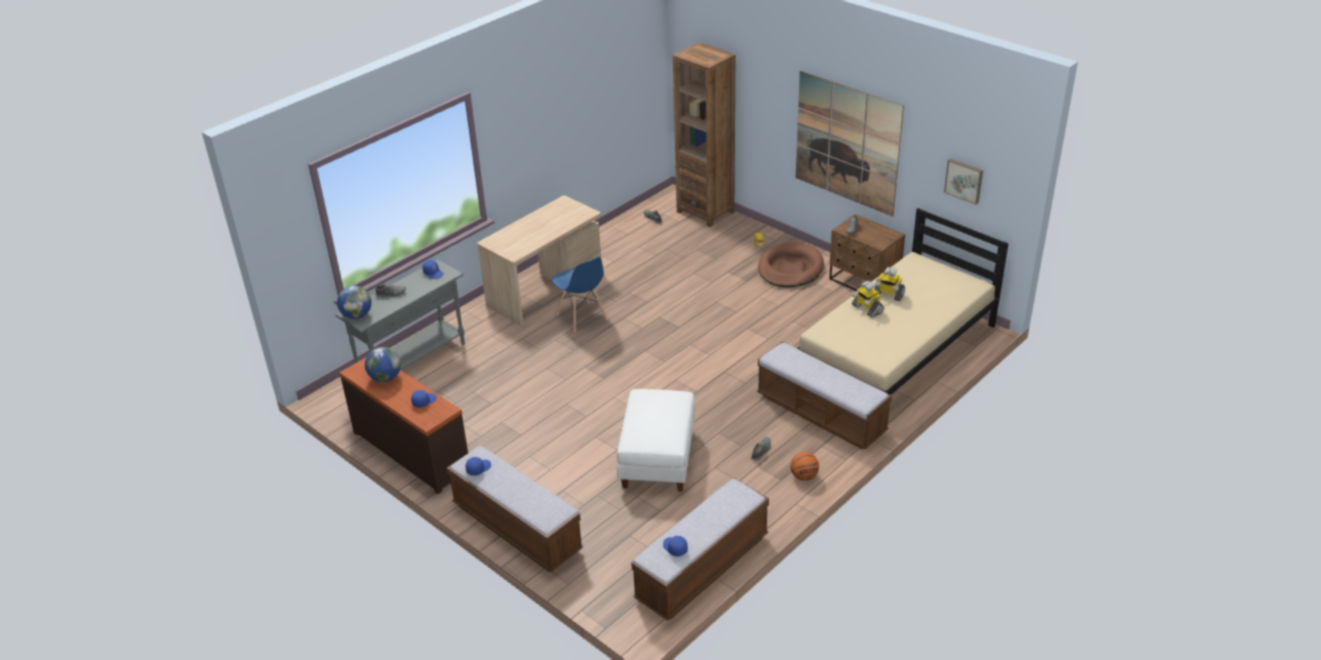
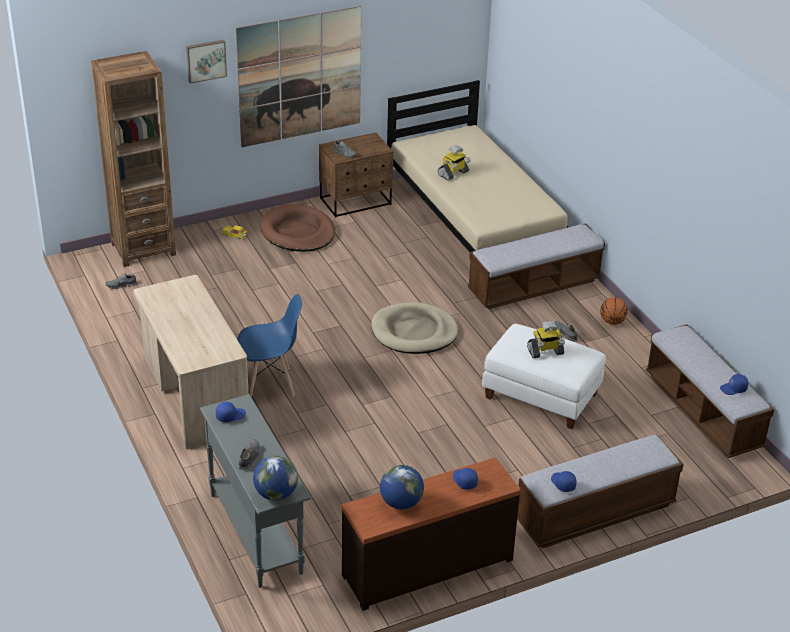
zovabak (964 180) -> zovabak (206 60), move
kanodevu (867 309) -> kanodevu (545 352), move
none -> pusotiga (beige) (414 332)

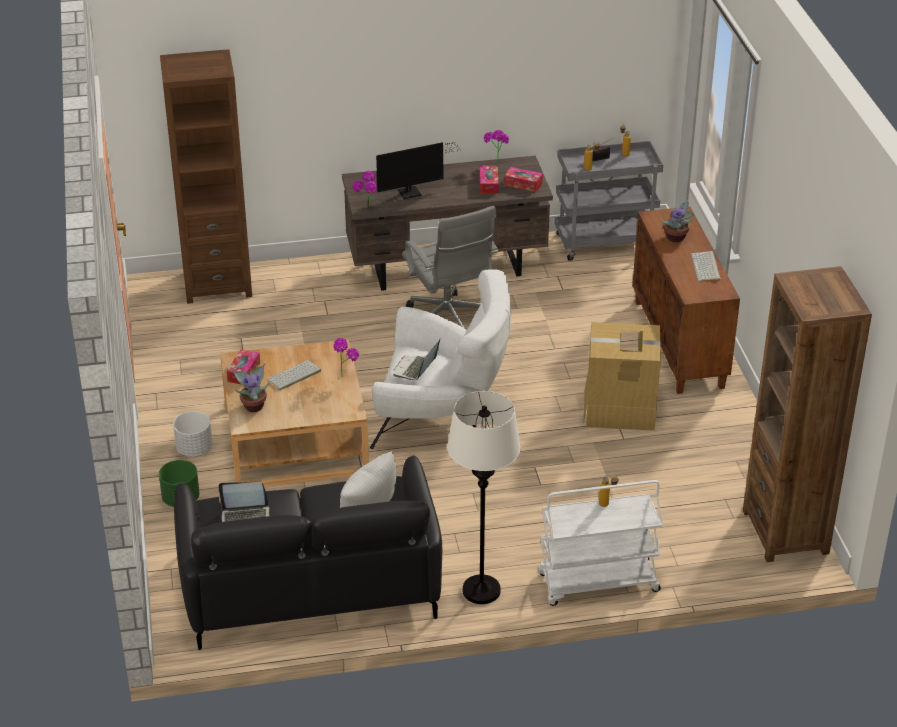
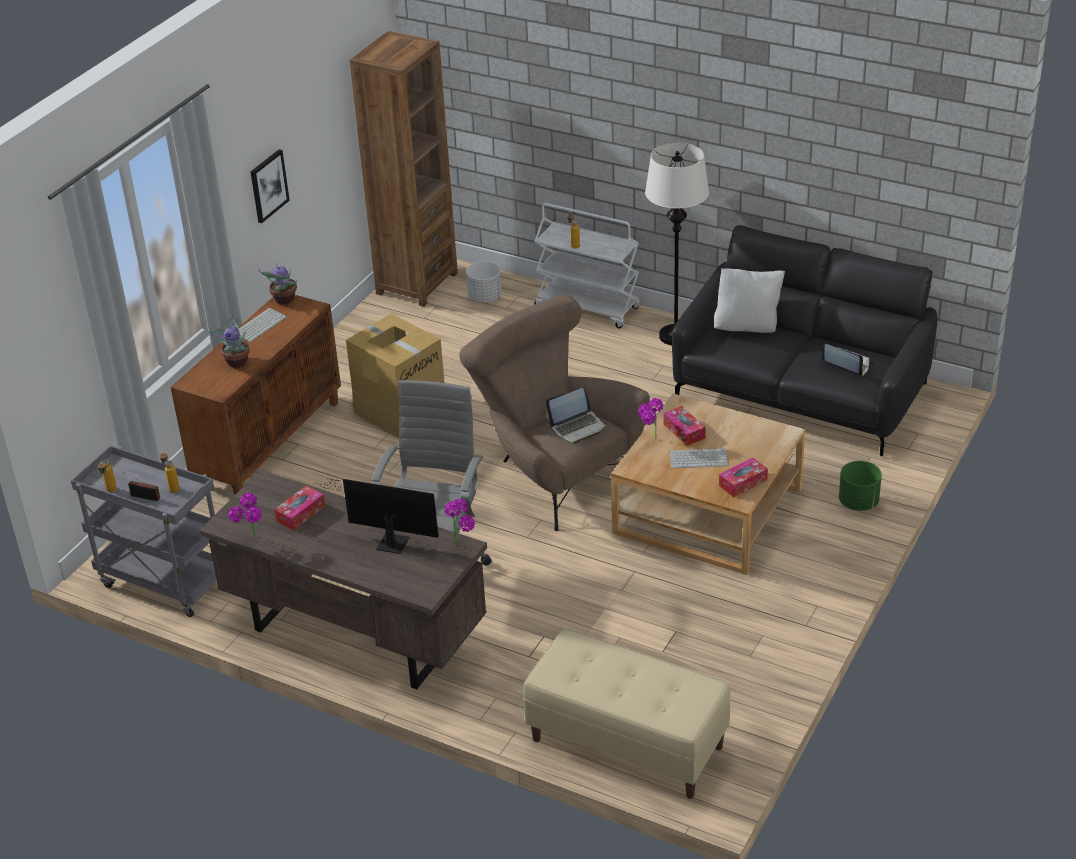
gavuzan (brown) (217 284) -> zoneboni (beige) (626 743)
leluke (523 184) -> leluke (684 431), move
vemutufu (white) (443 417) -> vemutufu (brown) (555 471)
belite (254 405) -> belite (283 300), move
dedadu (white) (194 449) -> dedadu (white) (485 297), move
none -> zovabak (268 185)

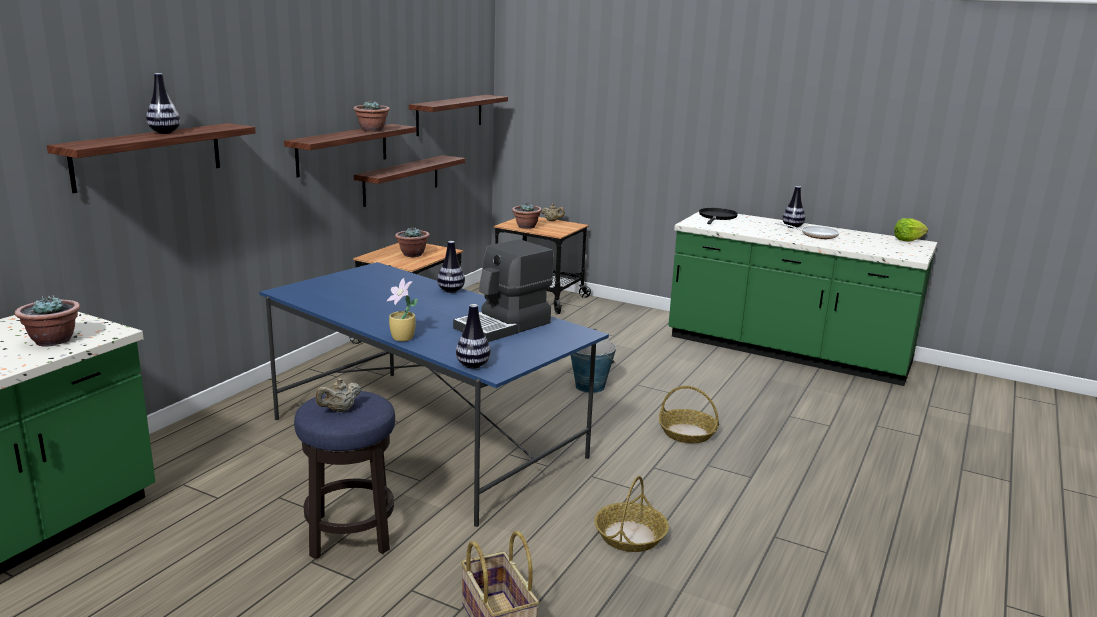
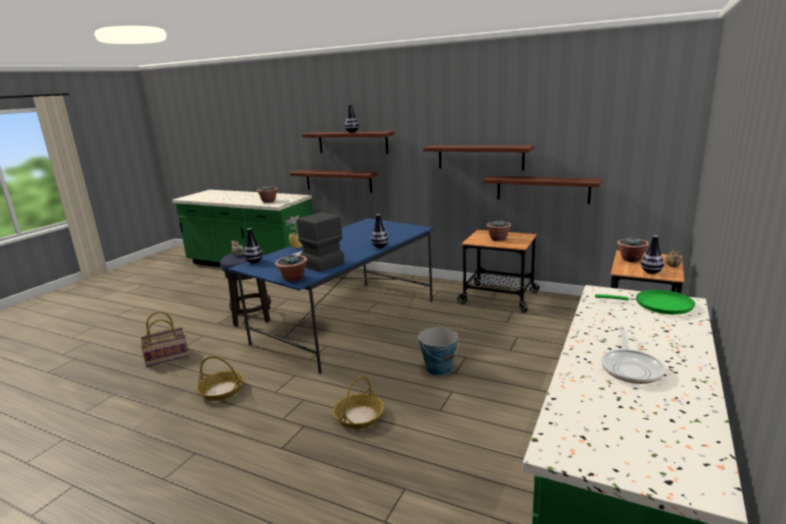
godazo (450 114) -> godazo (338 181), move
belite (372 130) -> belite (293 279), move
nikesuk (792 227) -> nikesuk (651 272), move
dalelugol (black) (717 217) -> dalelugol (green) (658 305)
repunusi (908 240) -> none

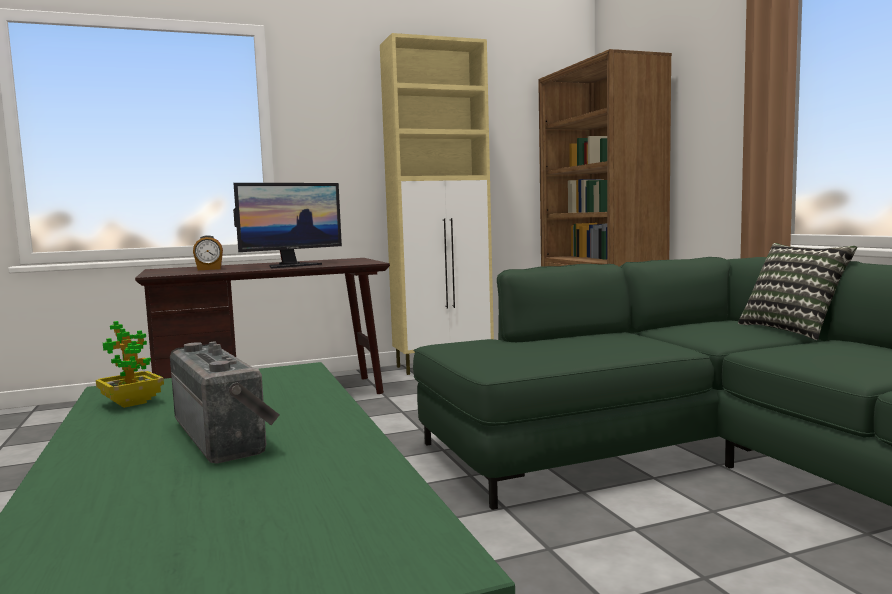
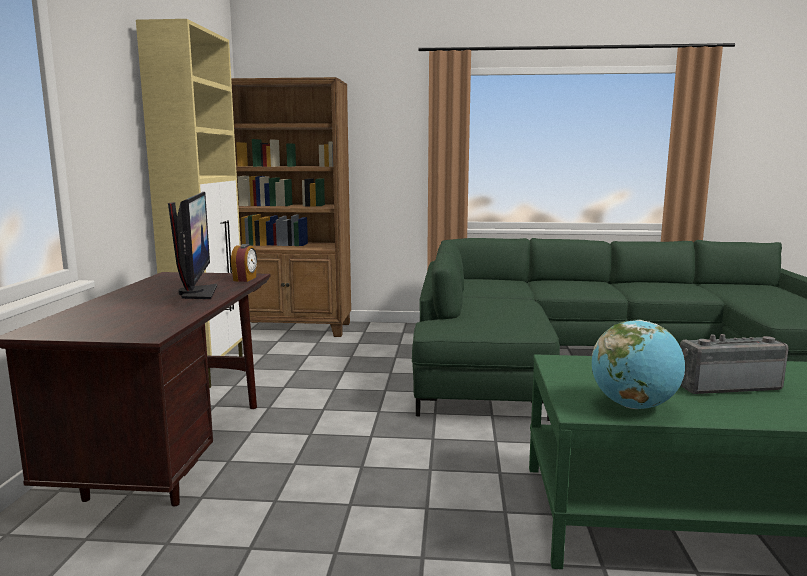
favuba (209 269) -> favuba (245 279), move
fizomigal (793 330) -> none
belite (131 403) -> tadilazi (634 406)

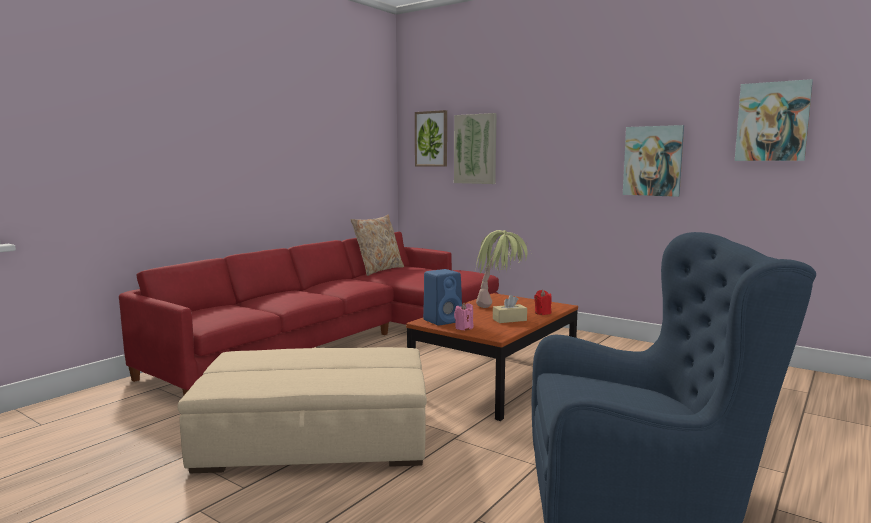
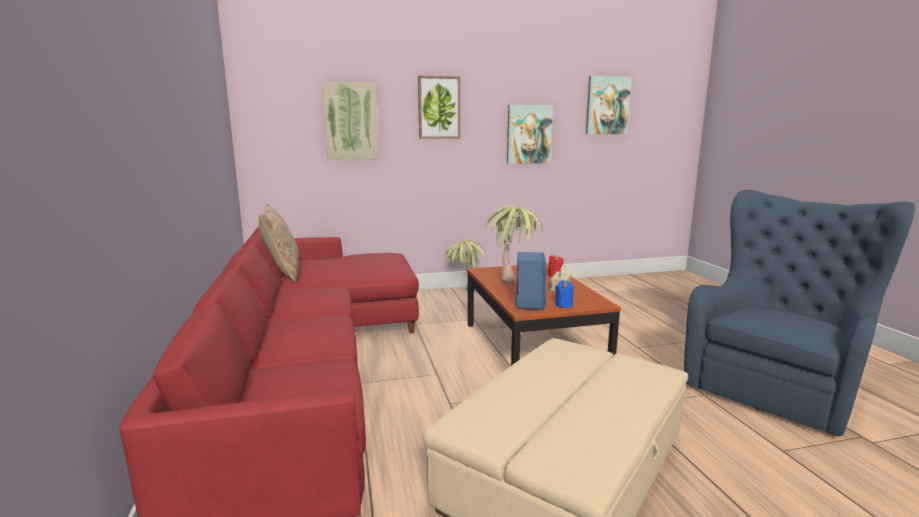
zovabak (431 139) -> zovabak (439 108), move
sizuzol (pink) (464 328) -> sizuzol (blue) (564 305)
none -> belite (464 295)

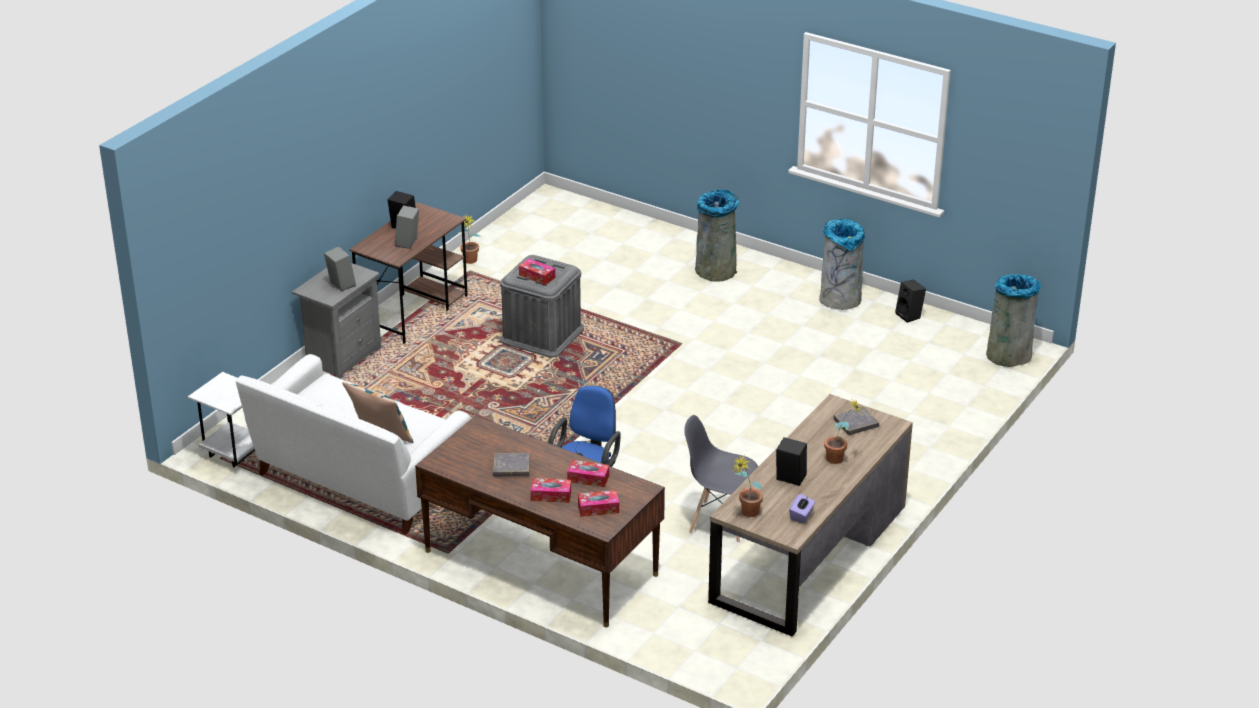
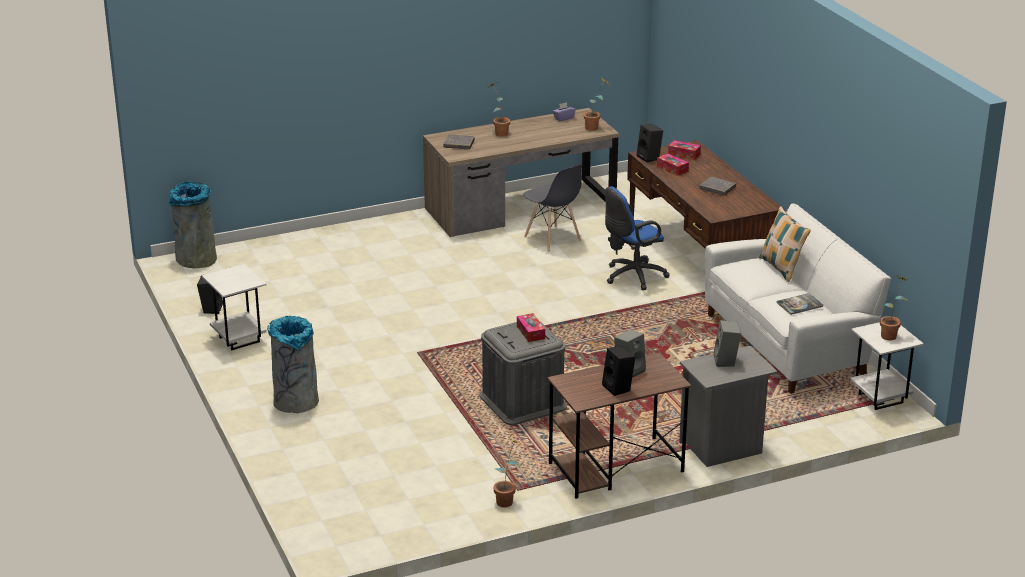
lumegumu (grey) (839 300) -> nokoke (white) (240 339)
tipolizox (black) (789 479) -> tipolizox (black) (650 157), move
leluke (551 495) -> none
none -> belite (891 334)
none -> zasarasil (799 304)

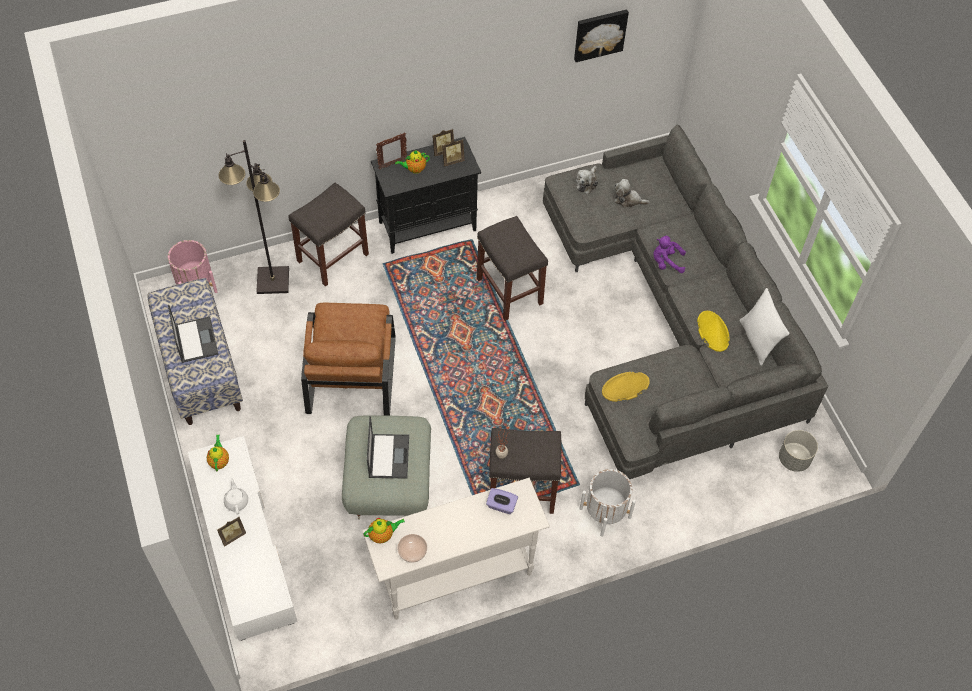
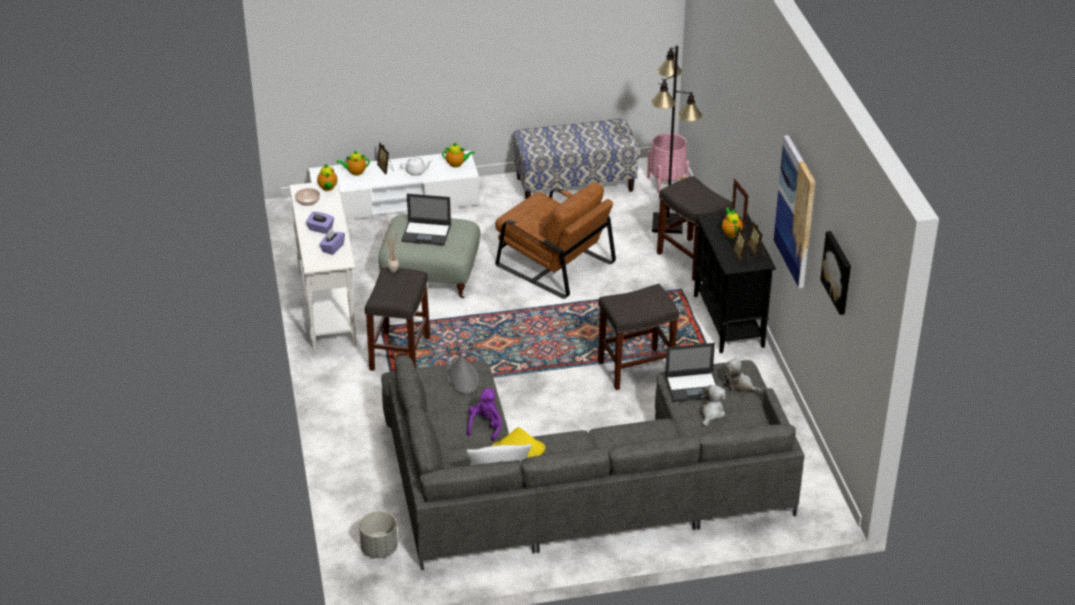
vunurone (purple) (666 262) -> vunurone (purple) (485 426), move
vemutufu (brown) (351 373) -> vemutufu (brown) (553 263), 150 degrees counterclockwise
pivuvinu (195 339) -> pivuvinu (693 387), move
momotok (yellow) (625 387) -> momotok (grey) (462 378)
dedadu (white) (605 513) -> none
none -> zovabak (796 211)
none -> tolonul (355 172)
none -> leluke (purple) (320 229)

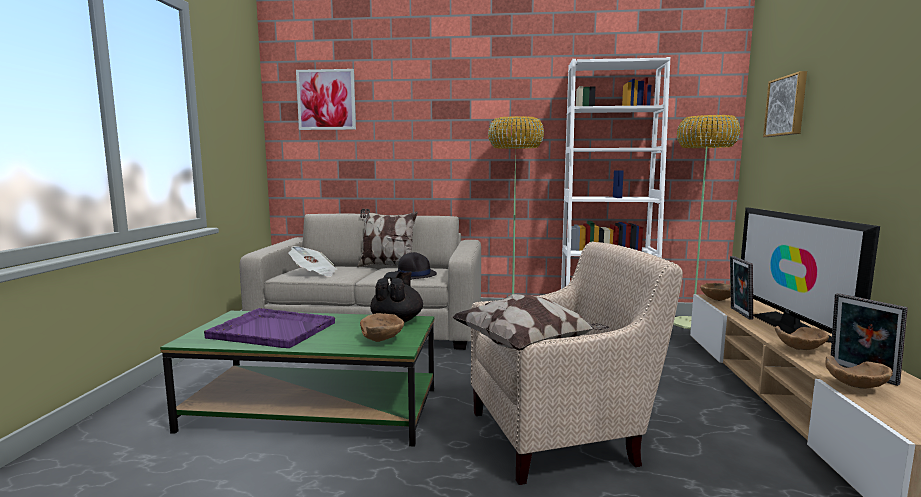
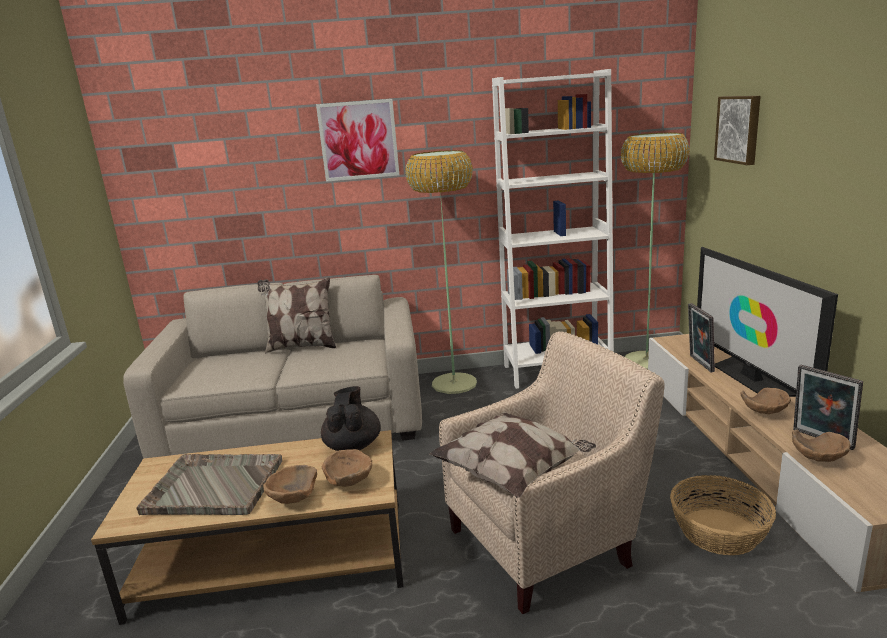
zovabak (326 100) -> zovabak (358 140), move
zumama (314 273) -> none
momotok (black) (414 275) -> none
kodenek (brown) (715 300) -> kodenek (brown) (292 499), move
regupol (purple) (271 330) -> regupol (grey) (213 486)
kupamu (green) (314 409) -> kupamu (brown) (274 557)
none -> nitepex (718 532)

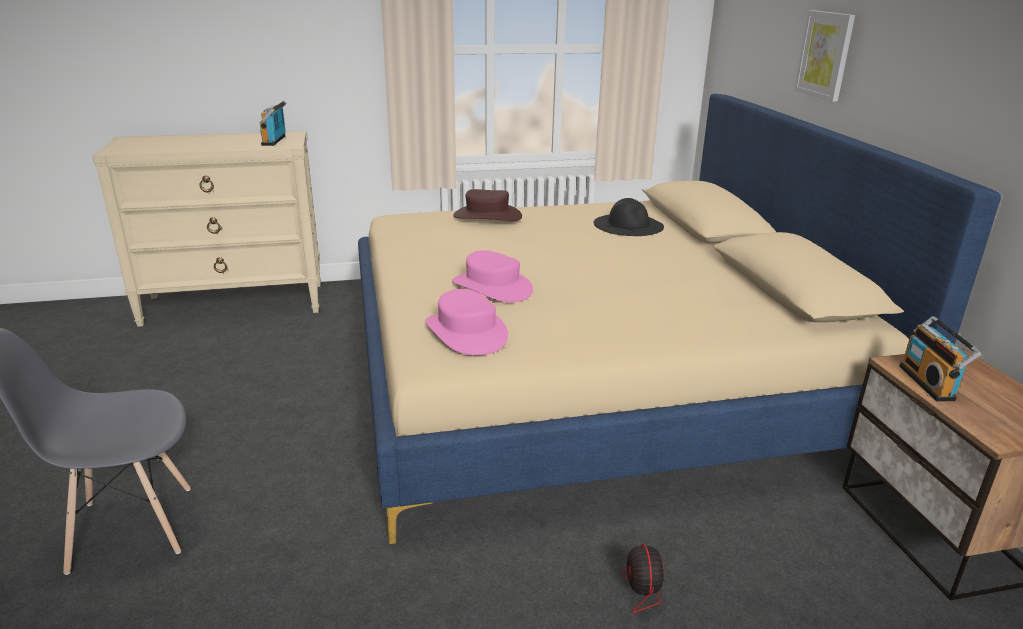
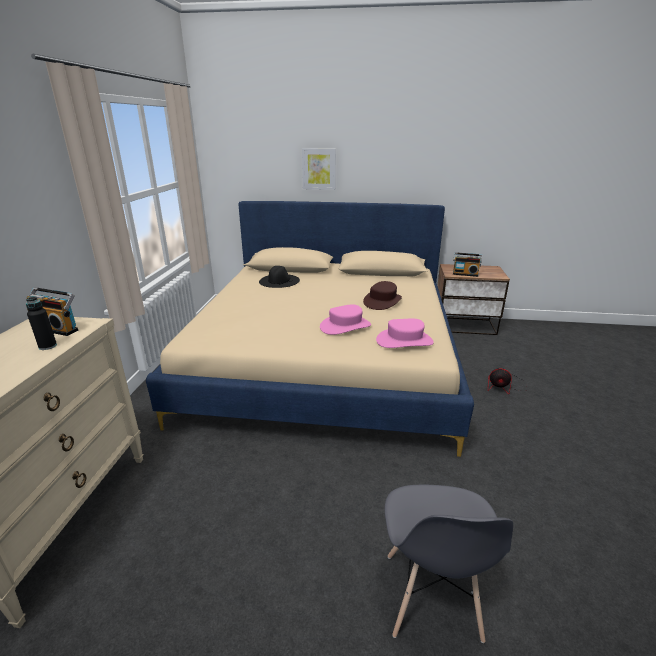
momotok (brown) (487 216) -> momotok (brown) (382 301), move
none -> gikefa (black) (48 346)

